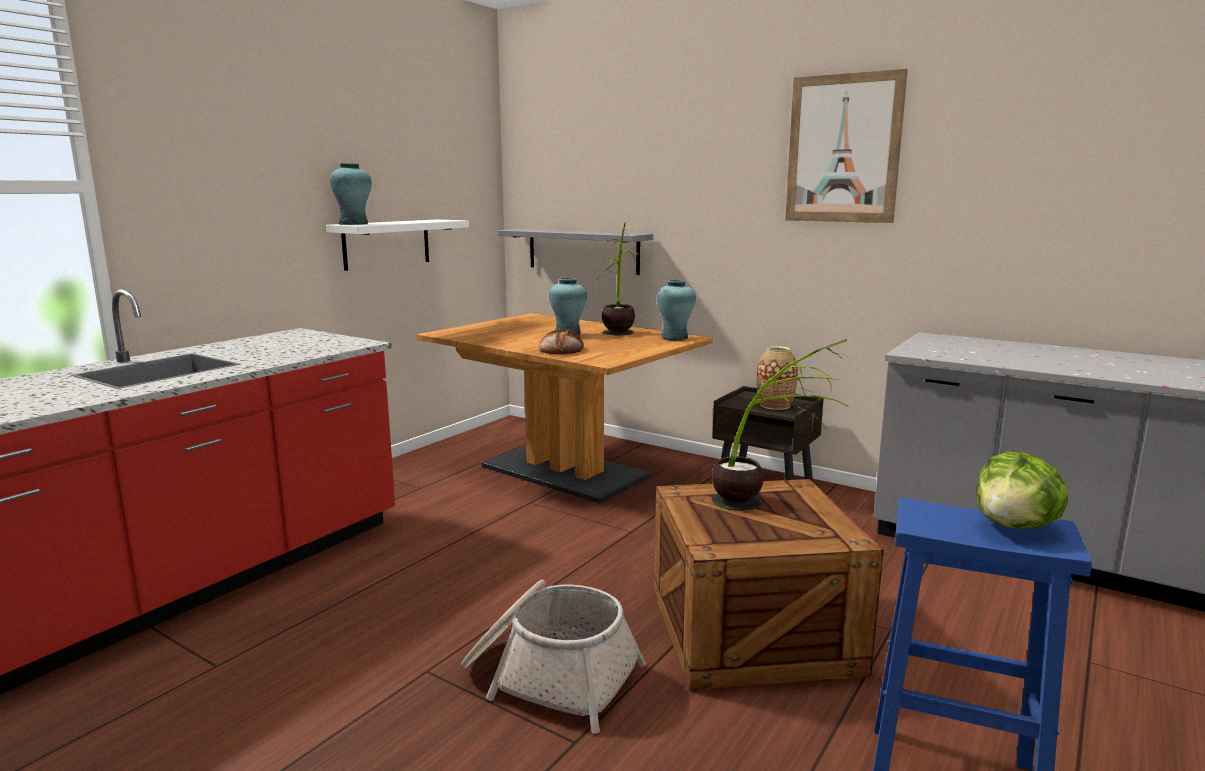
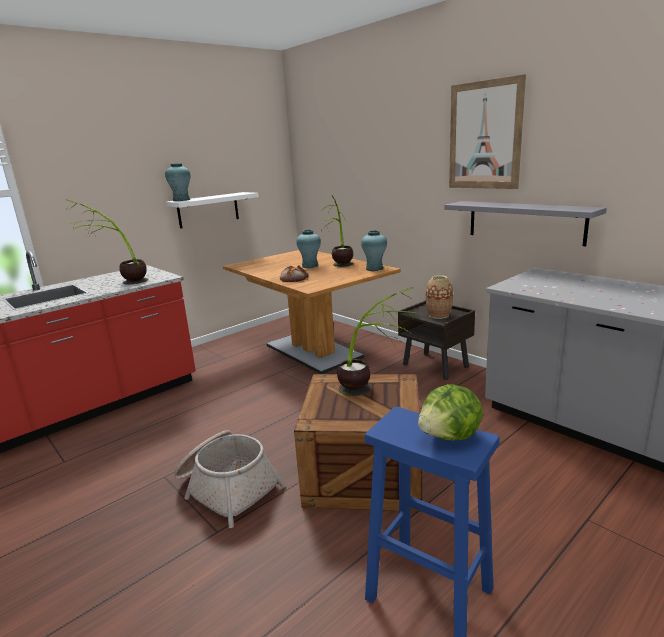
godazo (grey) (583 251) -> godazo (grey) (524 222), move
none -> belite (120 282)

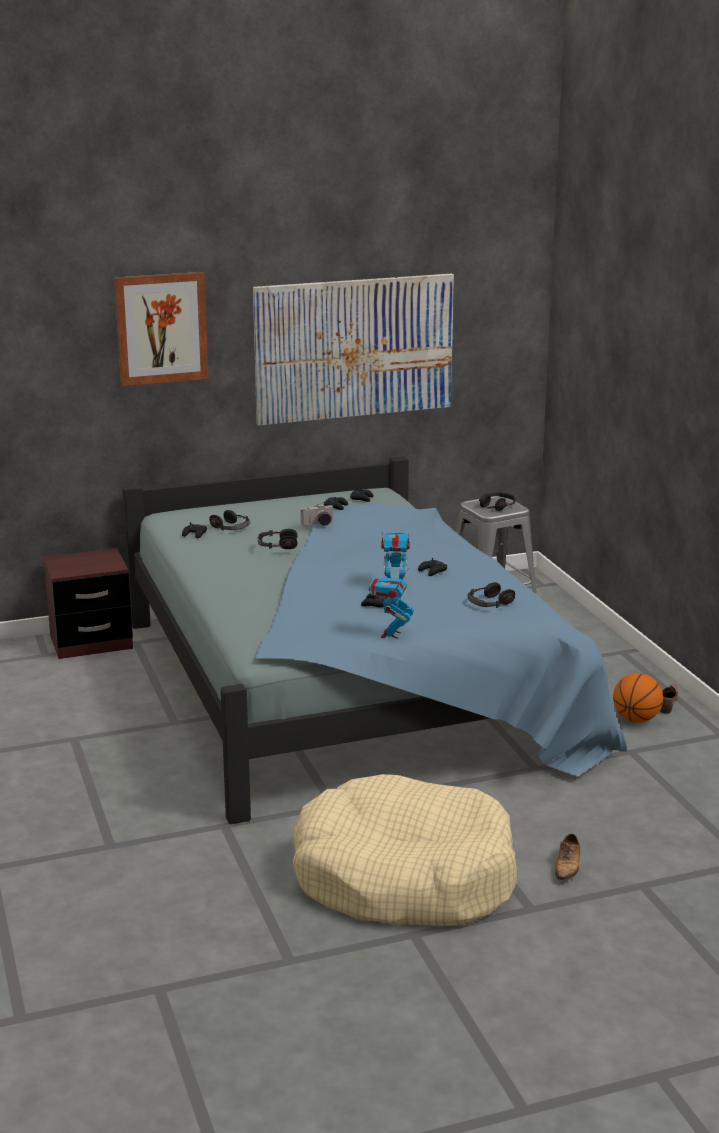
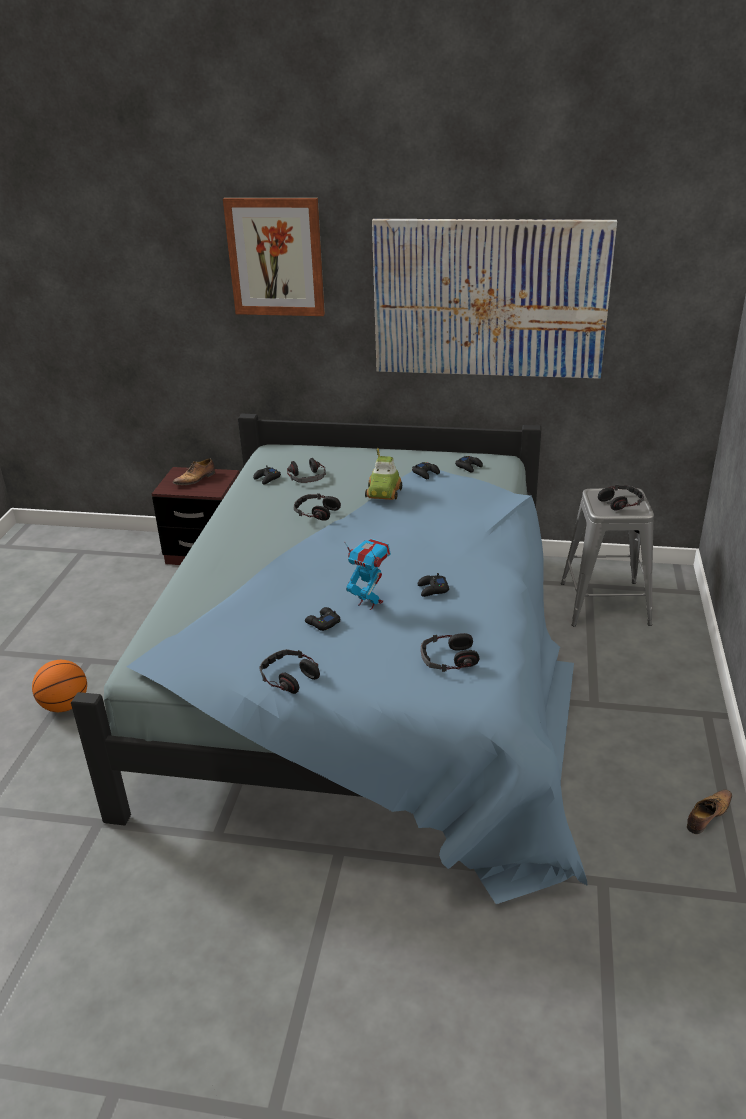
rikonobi (318 524) -> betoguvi (384 493)
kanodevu (390 634) -> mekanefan (289 677)
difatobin (636 719) -> difatobin (65 705), move
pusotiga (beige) (404 877) -> none
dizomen (567 866) -> dizomen (196 479), move

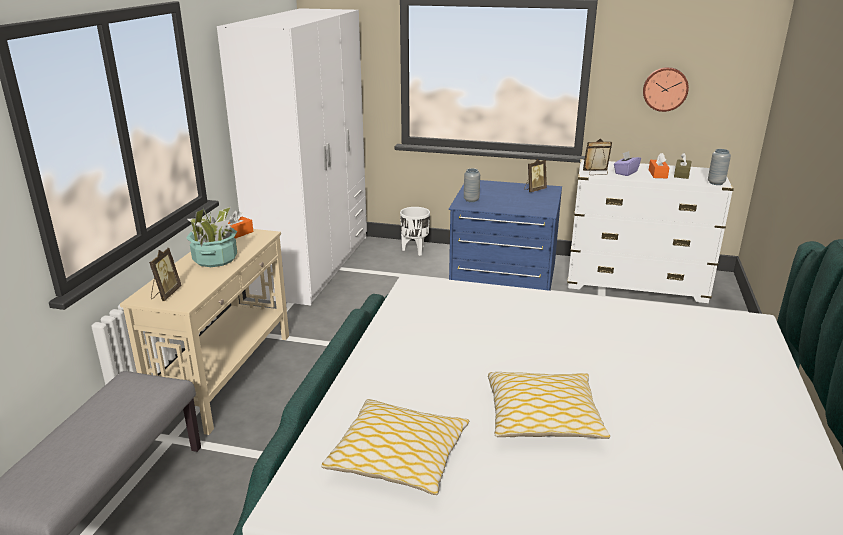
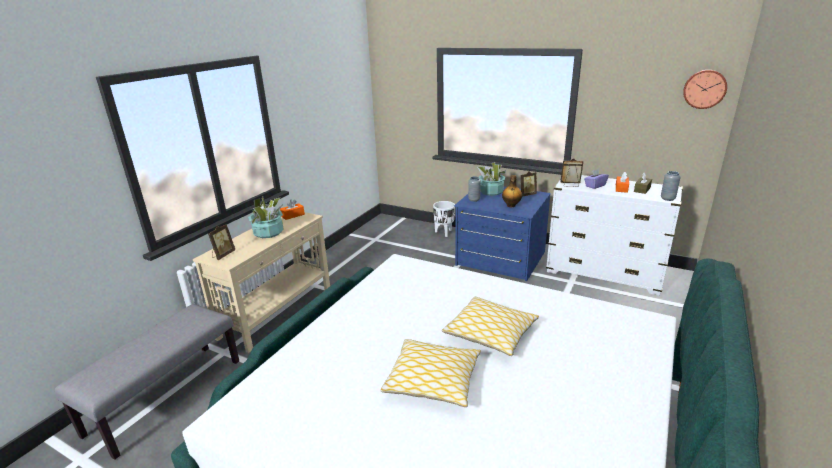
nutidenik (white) (314 265) -> none
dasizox (665 89) -> dasizox (704 89), move
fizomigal (398 458) -> fizomigal (490 333), move
none -> belite (491 192)
none -> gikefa (511 205)

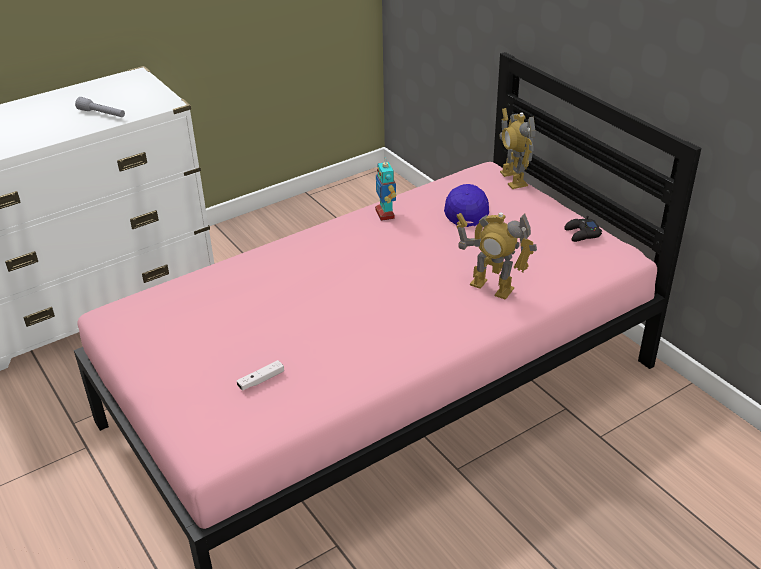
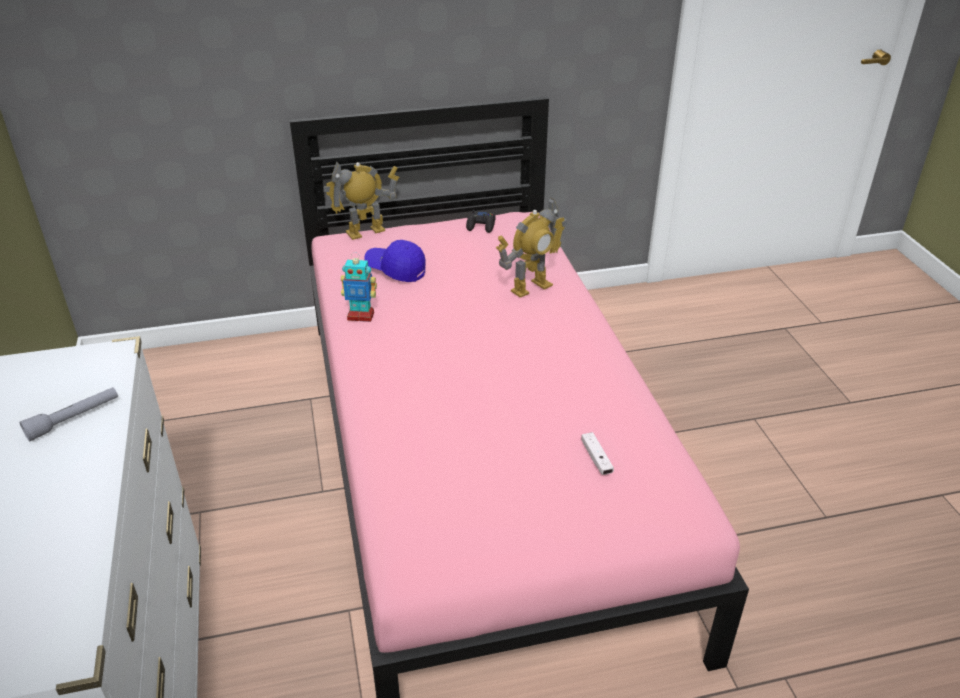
kanodevu (513 179) -> kanodevu (365 232), 150 degrees clockwise

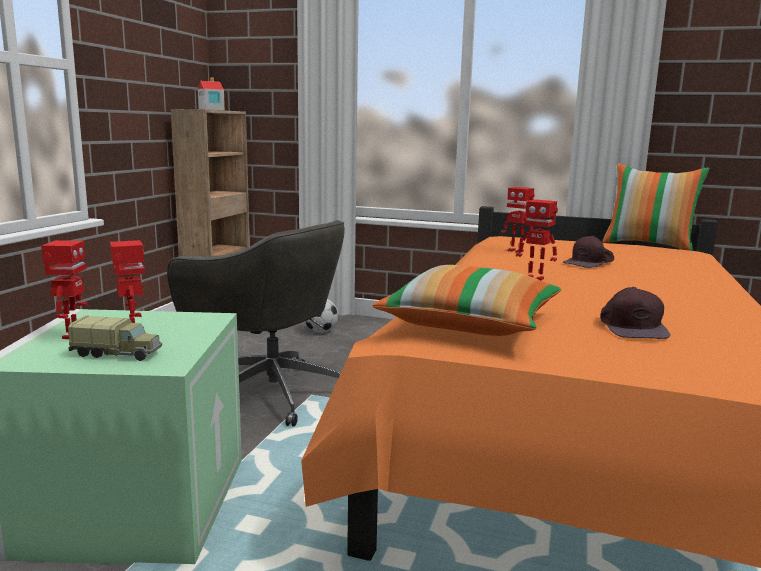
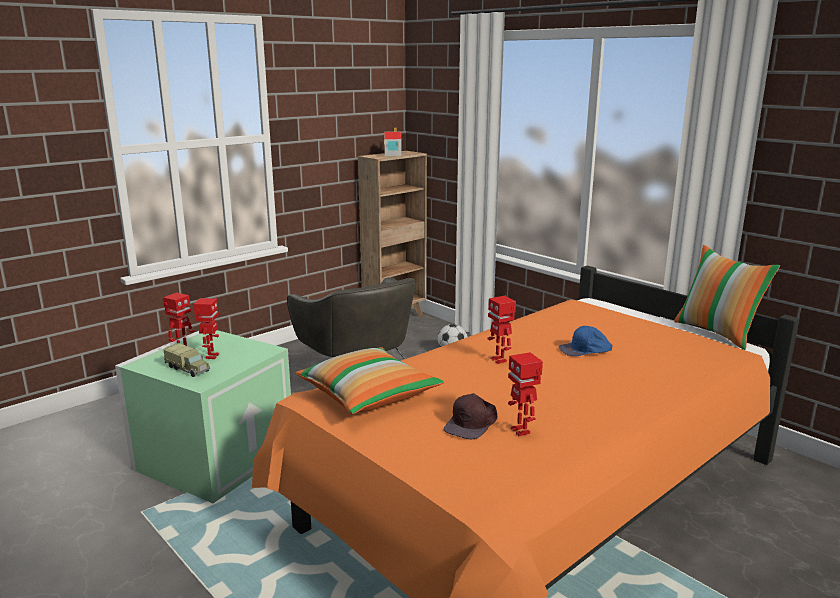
kanodevu (516 251) -> kanodevu (521 431), move
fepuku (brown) (589 263) -> fepuku (blue) (585 350)

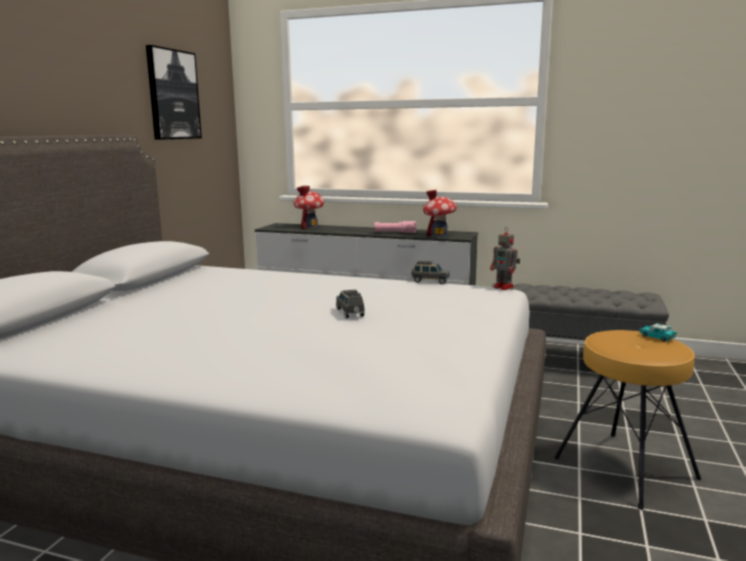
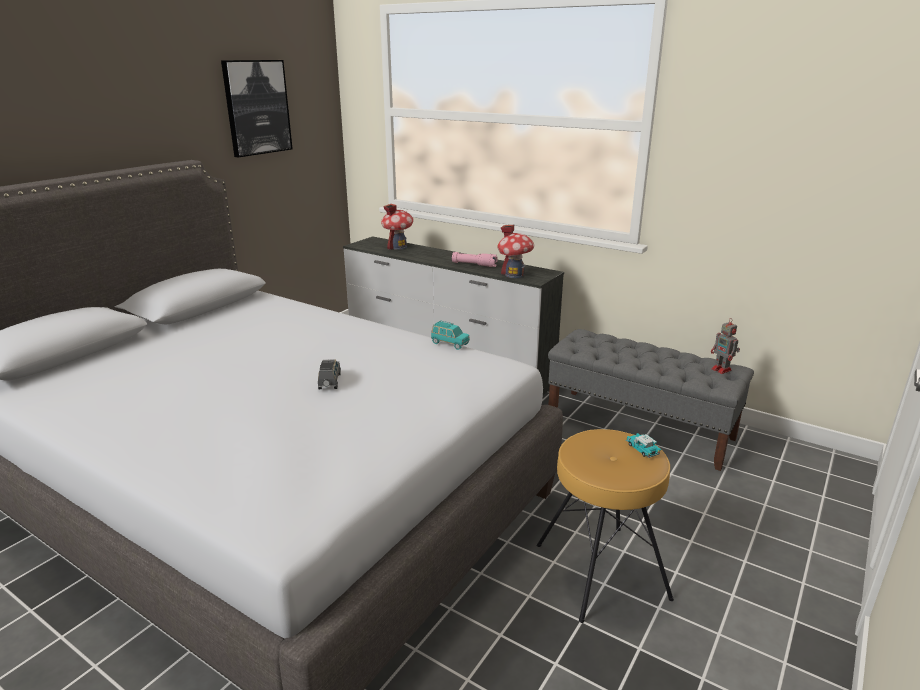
kanodevu (504 287) -> kanodevu (722 370), move
betoguvi (grey) (430 281) -> betoguvi (turquoise) (449 343)

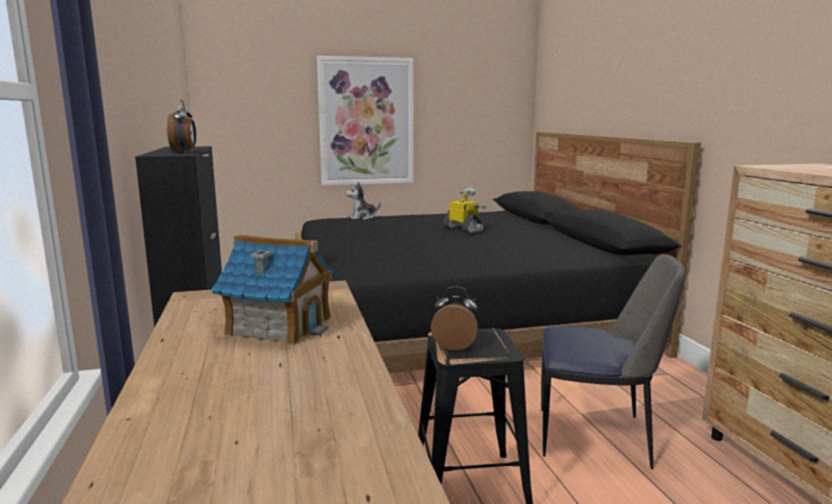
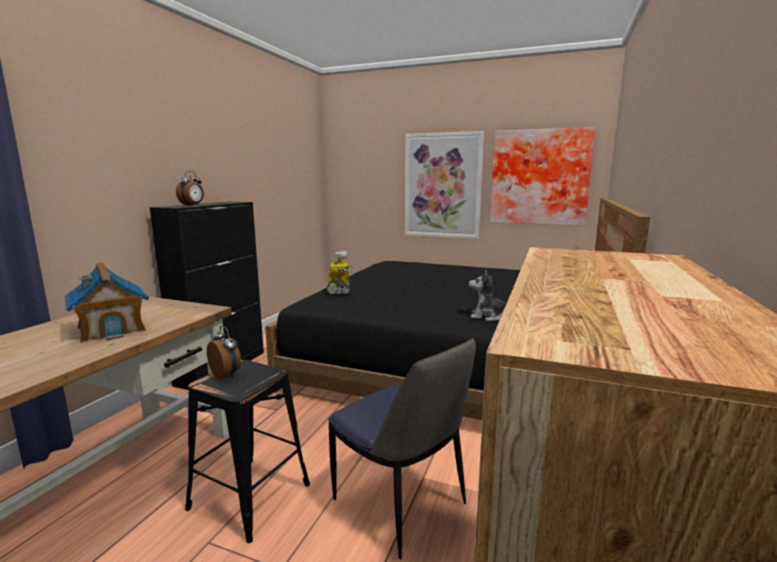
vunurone (362 218) -> vunurone (488 316), move
kanodevu (464 229) -> kanodevu (340 290), move
none -> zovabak (539 177)

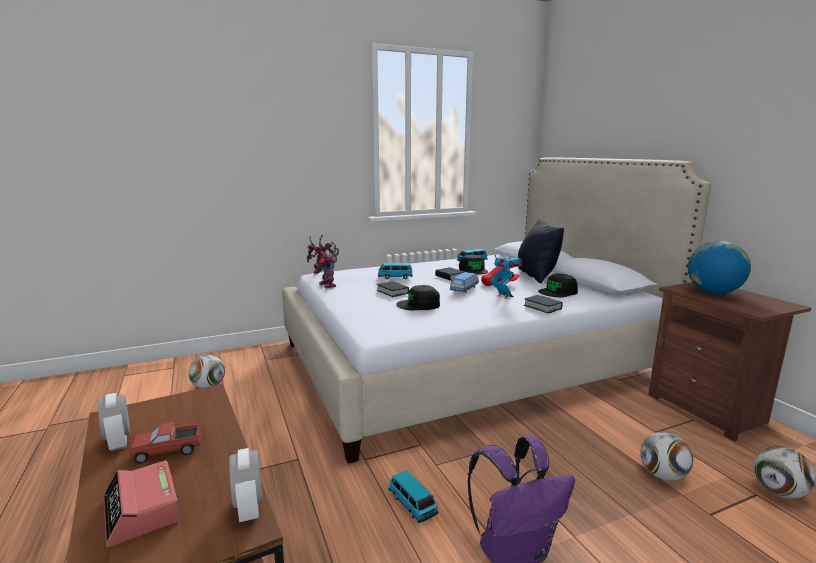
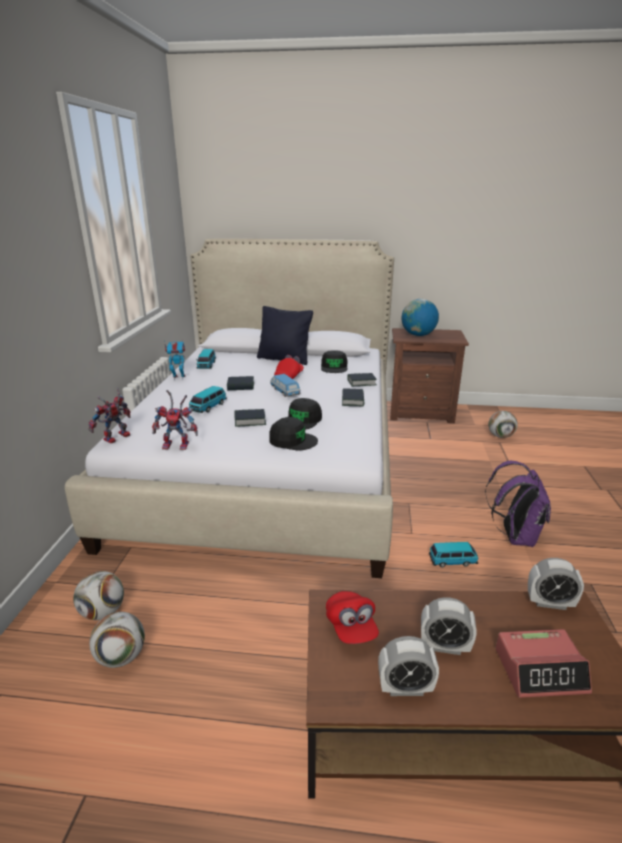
kanodevu (504 296) -> kanodevu (179 378), move
fepuku (black) (473 270) -> fepuku (black) (292 440), move
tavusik (168 452) -> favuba (444 646)
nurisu (663 475) -> nurisu (103 612), move
none -> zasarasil (353 400)
none -> fepuku (red) (351 627)

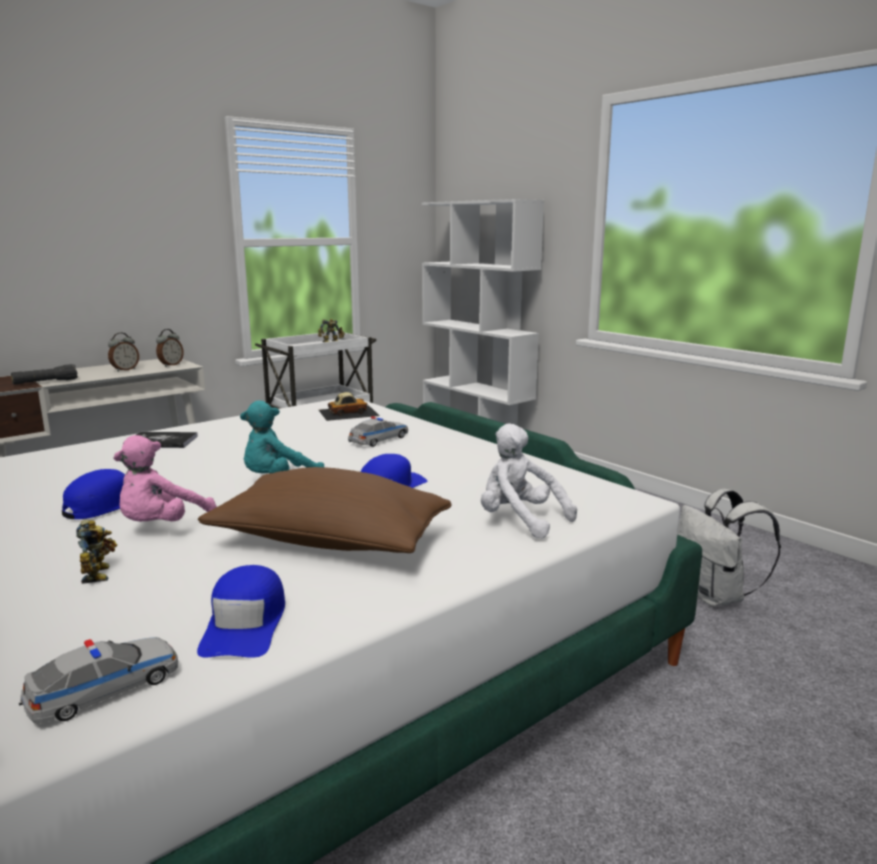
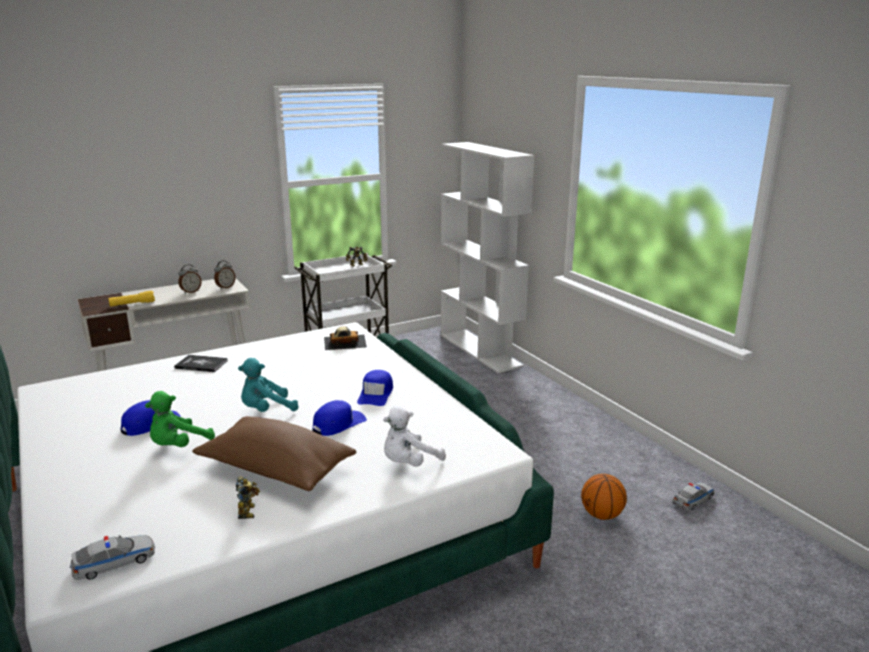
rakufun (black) (45 382) -> rakufun (yellow) (132 304)
betoguvi (379 440) -> betoguvi (693 500), move
vunurone (white) (519 520) -> vunurone (white) (409 463), 90 degrees counterclockwise
vunurone (pink) (162 526) -> vunurone (green) (178 446)
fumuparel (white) (716 597) -> difatobin (602 515)
kanodevu (100 573) -> kanodevu (249 511), move
fepuku (blue) (245 624) -> fepuku (blue) (376 394), move

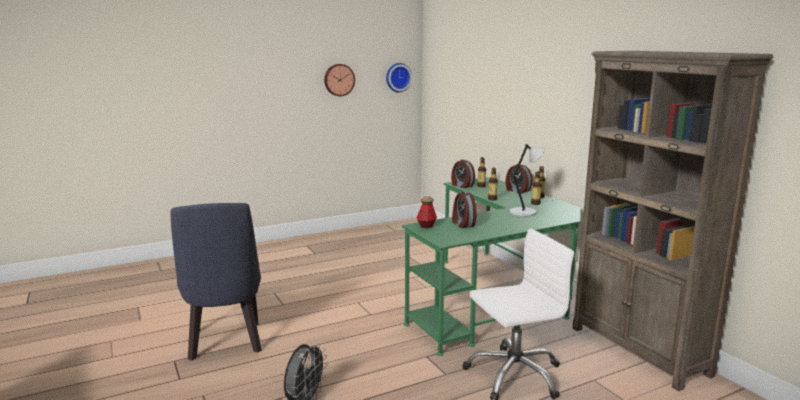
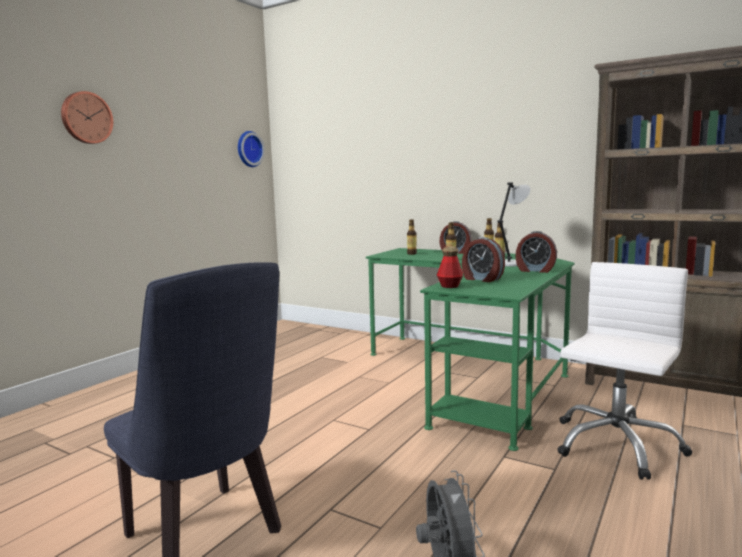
dasizox (339 80) -> dasizox (86 118), move
favuba (462 185) -> favuba (535 270), move

